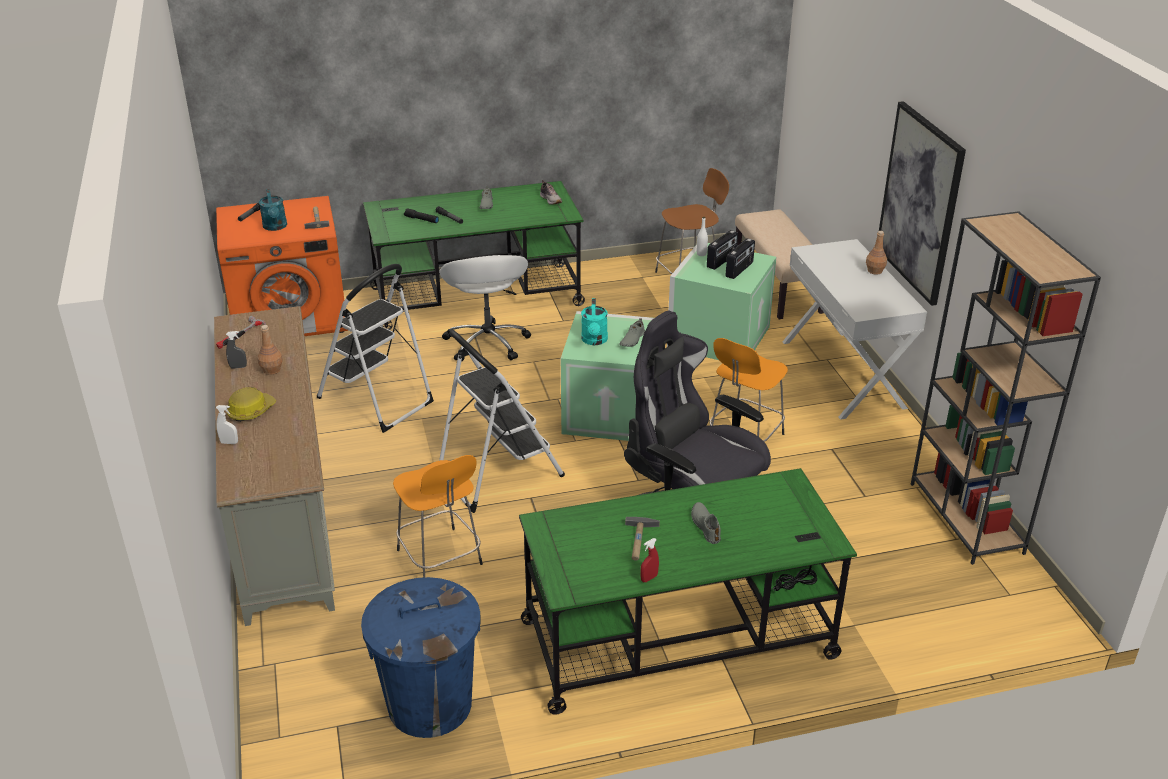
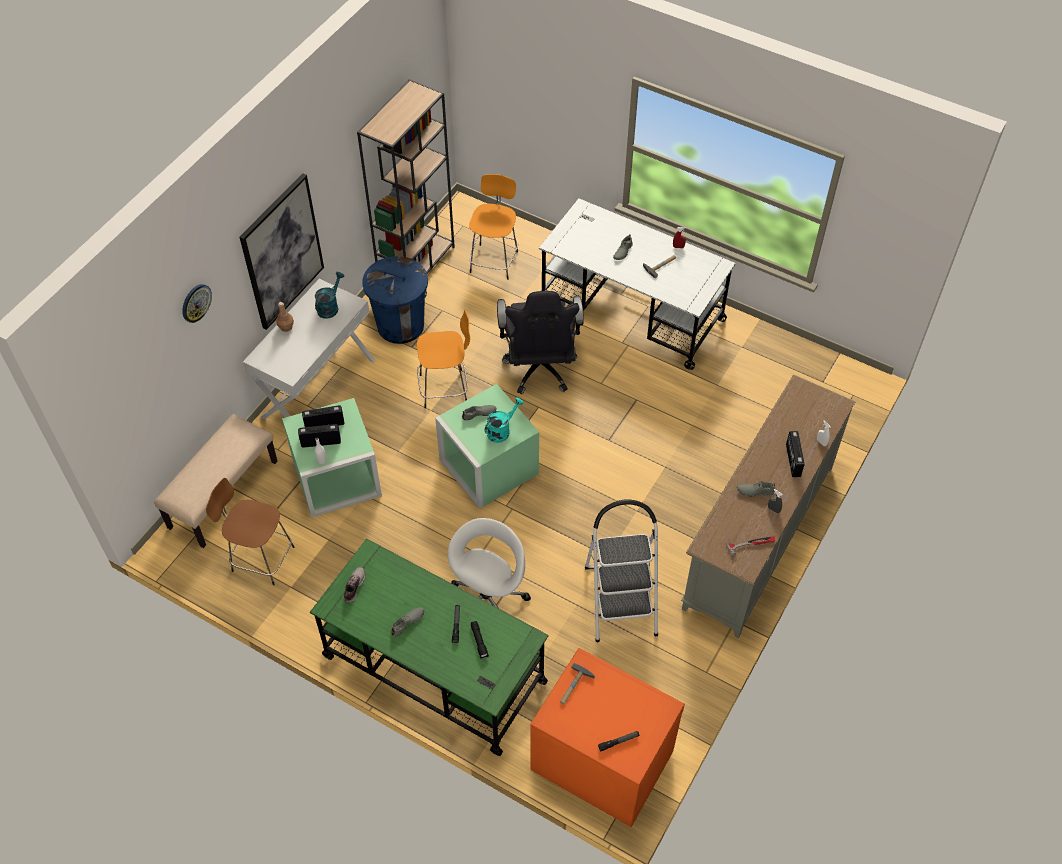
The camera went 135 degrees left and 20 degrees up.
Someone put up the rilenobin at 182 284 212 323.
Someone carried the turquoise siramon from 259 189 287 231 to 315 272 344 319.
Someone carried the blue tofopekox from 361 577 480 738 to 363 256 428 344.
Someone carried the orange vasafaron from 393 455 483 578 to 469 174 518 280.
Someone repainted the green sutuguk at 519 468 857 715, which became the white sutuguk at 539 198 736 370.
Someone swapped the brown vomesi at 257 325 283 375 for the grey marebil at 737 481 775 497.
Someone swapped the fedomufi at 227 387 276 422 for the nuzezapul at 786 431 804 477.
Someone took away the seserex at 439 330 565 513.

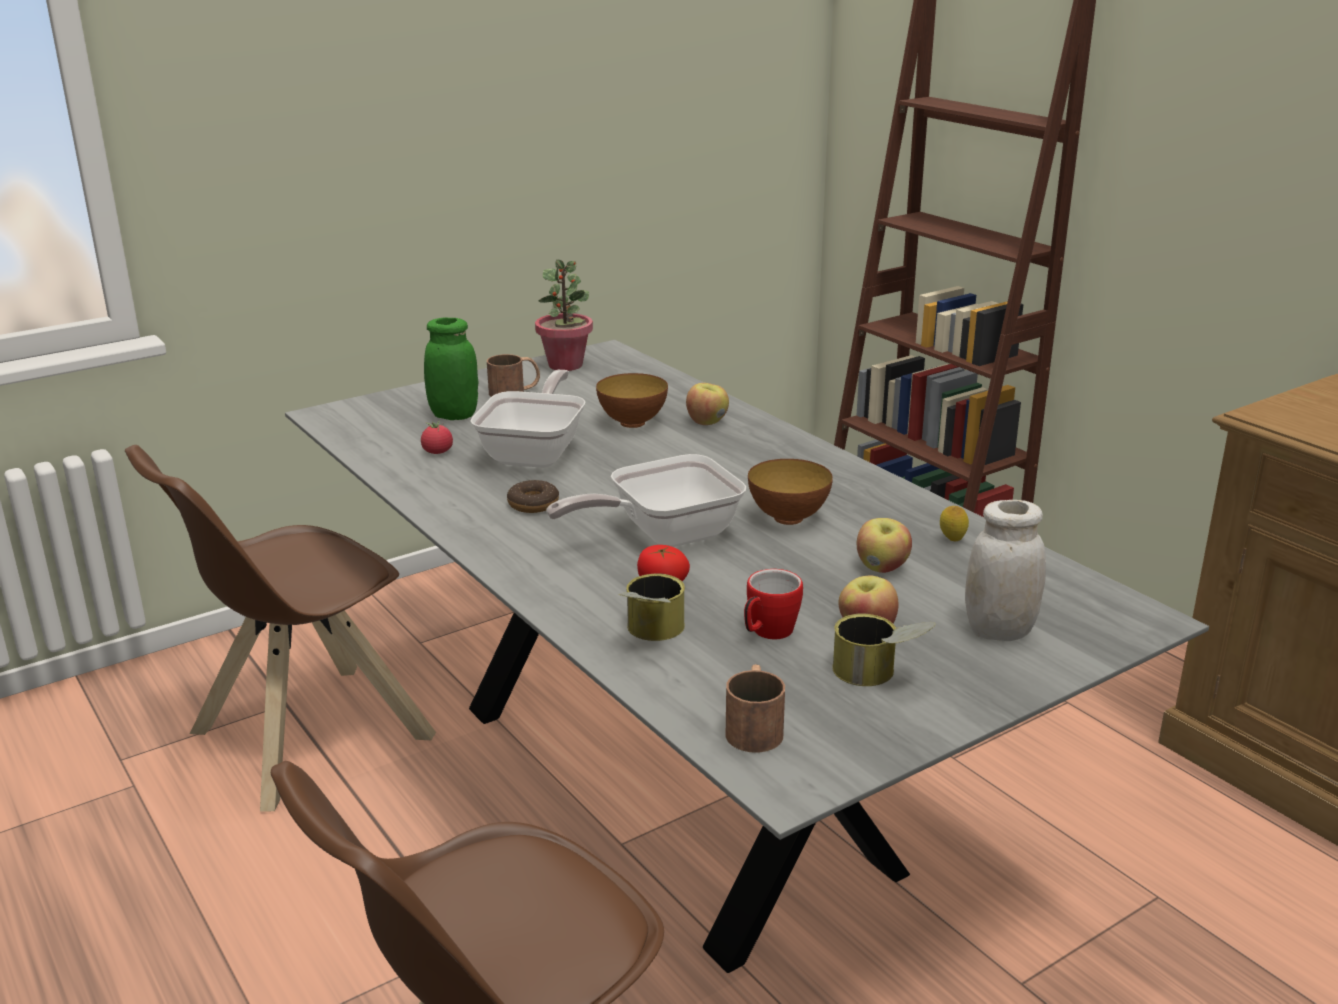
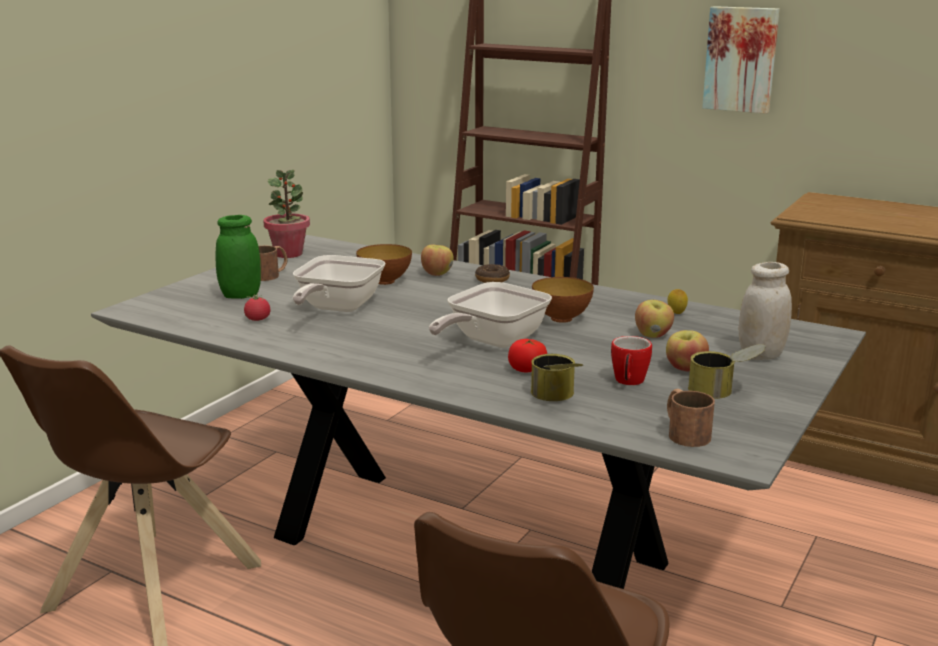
The camera went 25 degrees left and 5 degrees down.
Someone rotated the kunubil at 470 370 586 468 by 150 degrees counterclockwise.
Someone carried the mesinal from 507 480 559 513 to 475 264 510 283.
Someone put up the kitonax at 702 6 780 114.

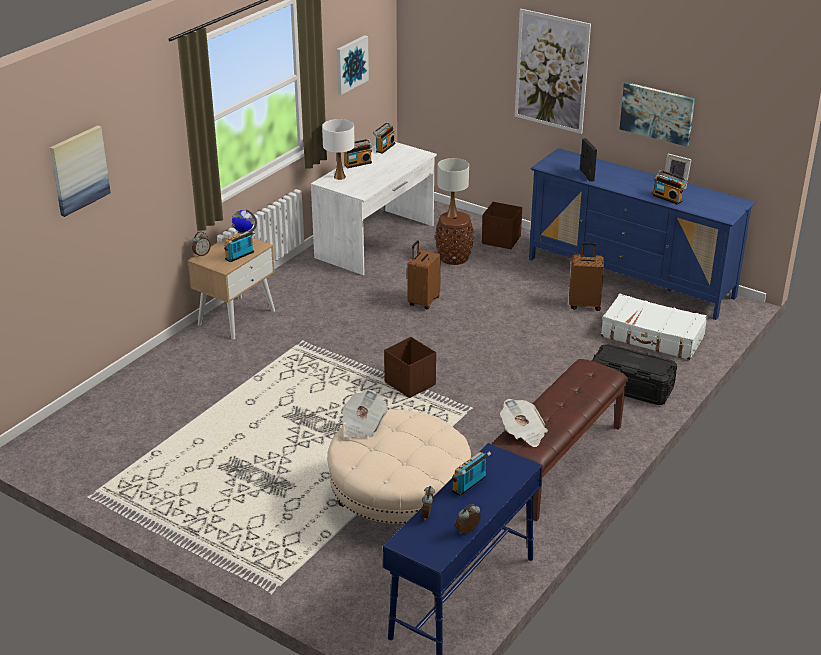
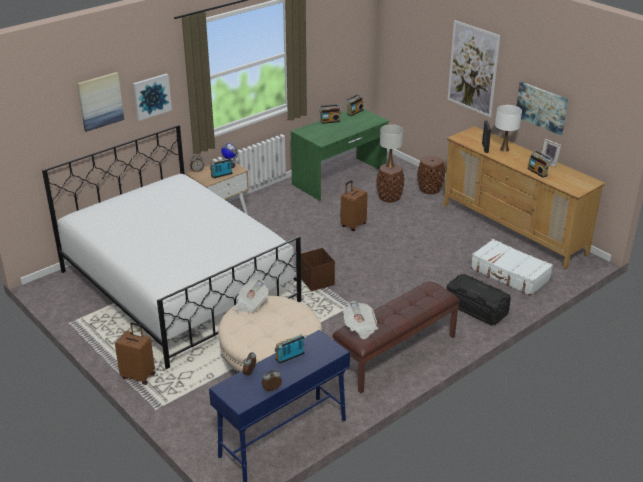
The camera went 15 degrees right and 0 degrees up.
Someone put down the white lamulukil at 42 125 301 369.
Someone carried the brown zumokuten from 569 242 604 311 to 115 322 155 385.
Someone carried the kitonax from 336 35 369 95 to 133 73 172 121.
Someone repainted the white sutuguk at 311 142 437 275, which became the green sutuguk at 291 109 390 201.
Someone swapped the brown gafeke at 482 202 522 249 for the brown vasafaron at 417 156 445 194.
Someone repainted the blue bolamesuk at 529 148 755 320, which became the brown bolamesuk at 443 126 605 269.
Someone carried the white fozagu from 322 119 355 180 to 495 105 522 152.

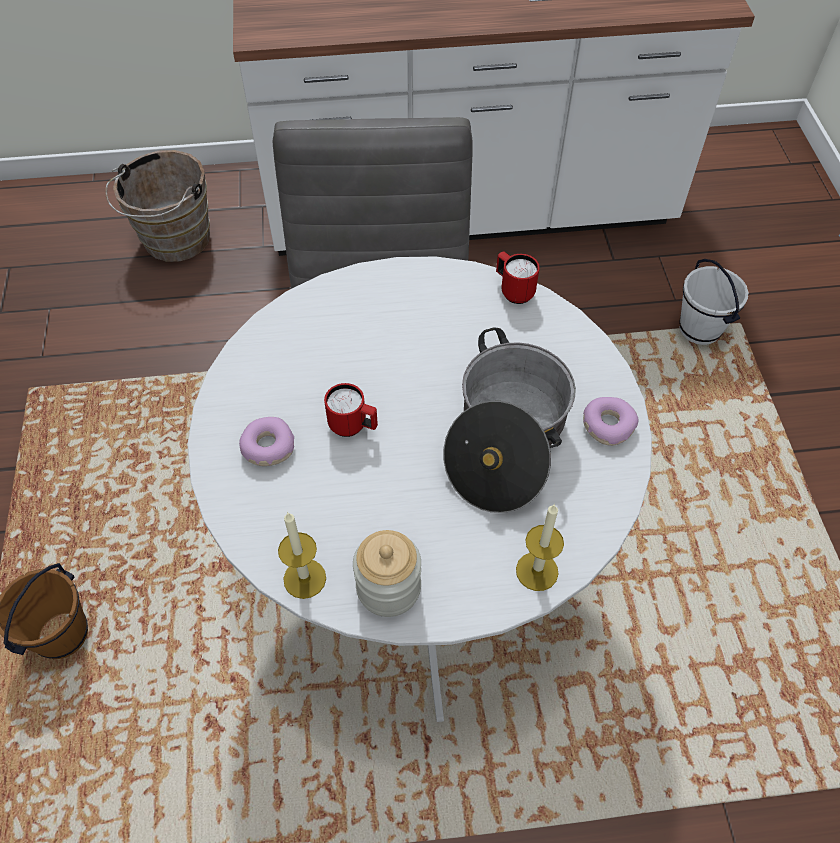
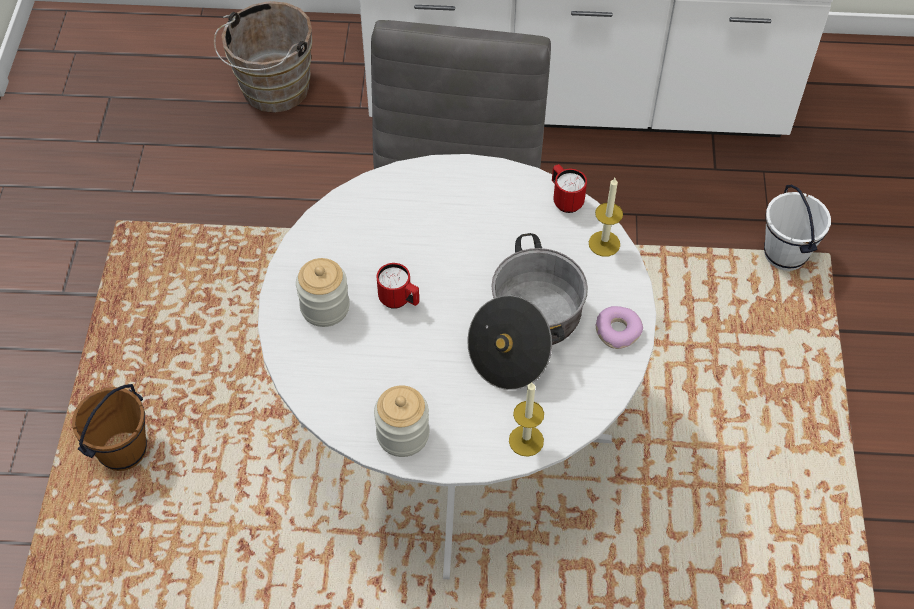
The camera went 10 degrees right and 0 degrees up.
Someone swapped the mesinal at 239 417 294 466 for the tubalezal at 296 258 350 327.
Someone carried the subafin from 278 512 326 599 to 589 178 623 256.

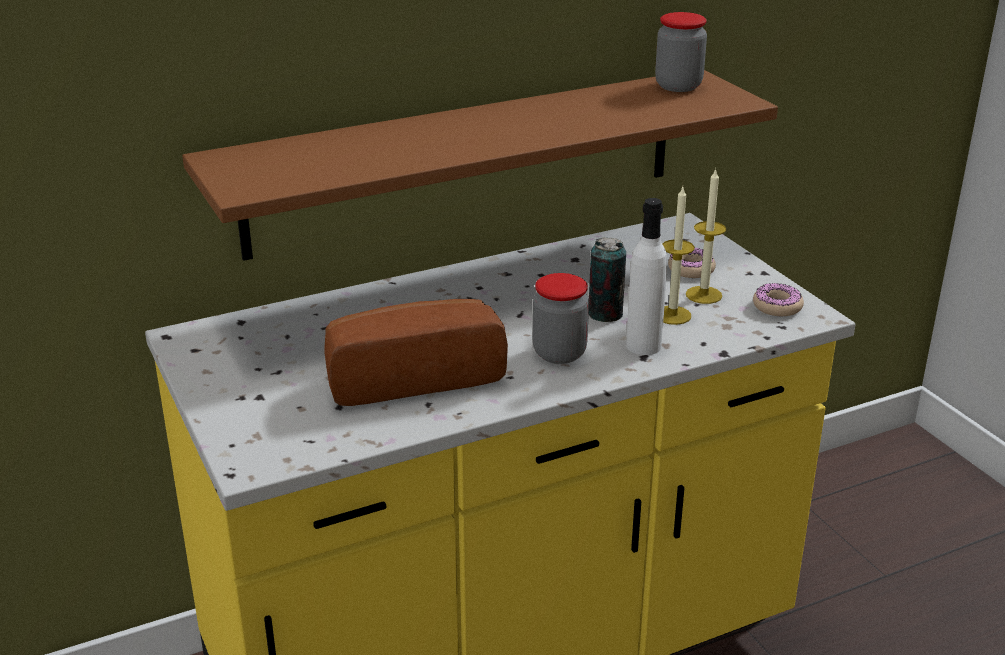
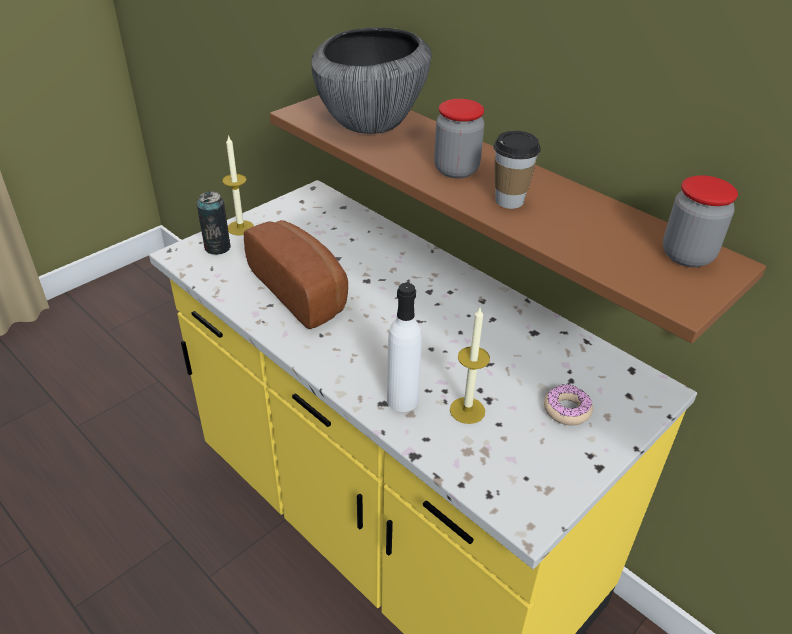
The camera went 70 degrees right and 10 degrees up.
Someone carried the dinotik from 589 237 626 322 to 197 191 231 255.
Someone carried the subafin from 686 168 726 304 to 222 135 254 236.
Someone put down the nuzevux at 311 27 432 134.
Someone carried the tubalezal from 533 273 589 364 to 434 99 485 178.
Someone put down the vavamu at 493 131 541 209.
Someone took away the mesinal at 753 283 804 316.

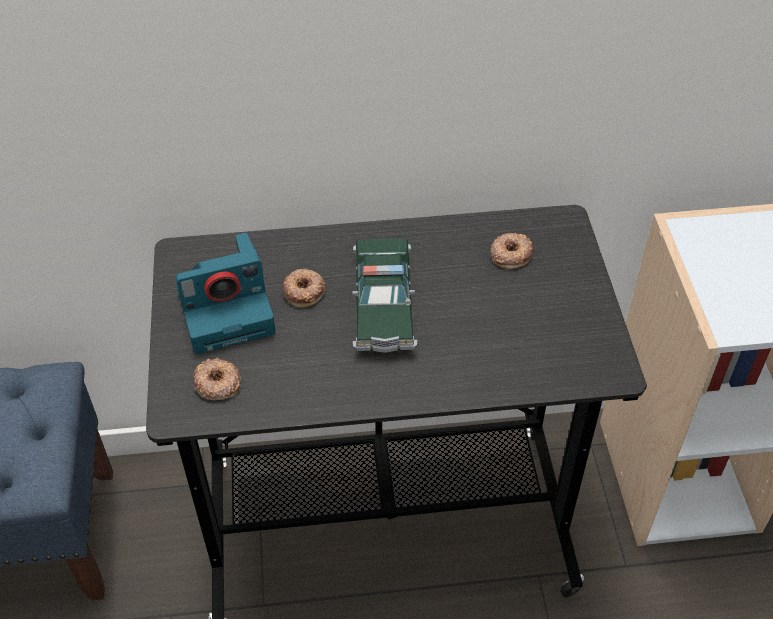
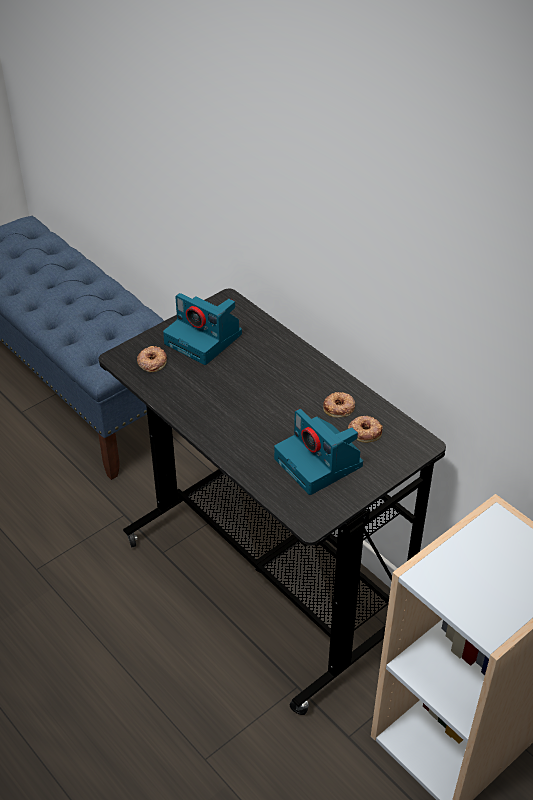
The camera went 55 degrees right and 5 degrees down.
Someone put down the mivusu at 274 409 363 495.
Someone carried the mesinal from 283 269 326 308 to 323 392 355 418.
Someone took away the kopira at 352 238 417 353.

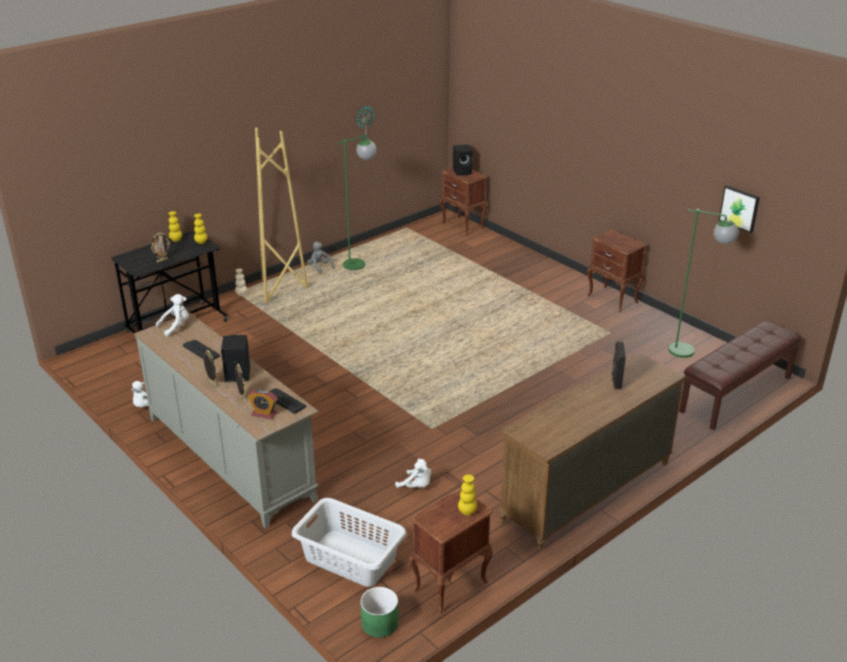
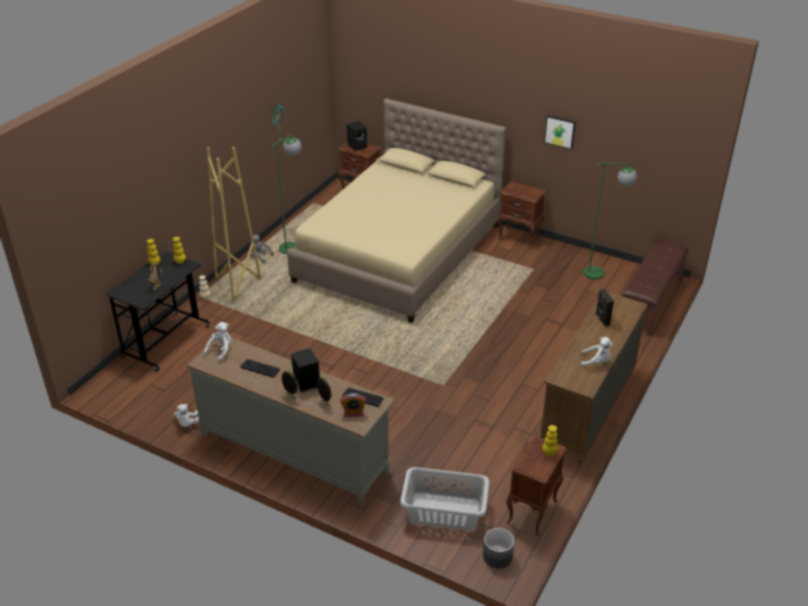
The camera went 20 degrees left and 5 degrees up.
Someone put down the beige lamulukil at 287 98 506 323.
Someone repainted the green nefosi at 360 587 398 638, which became the grey nefosi at 483 528 514 568.
Someone carried the kitonax from 719 185 760 233 to 544 115 576 150.
Someone carried the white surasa from 395 459 431 488 to 581 337 613 367.

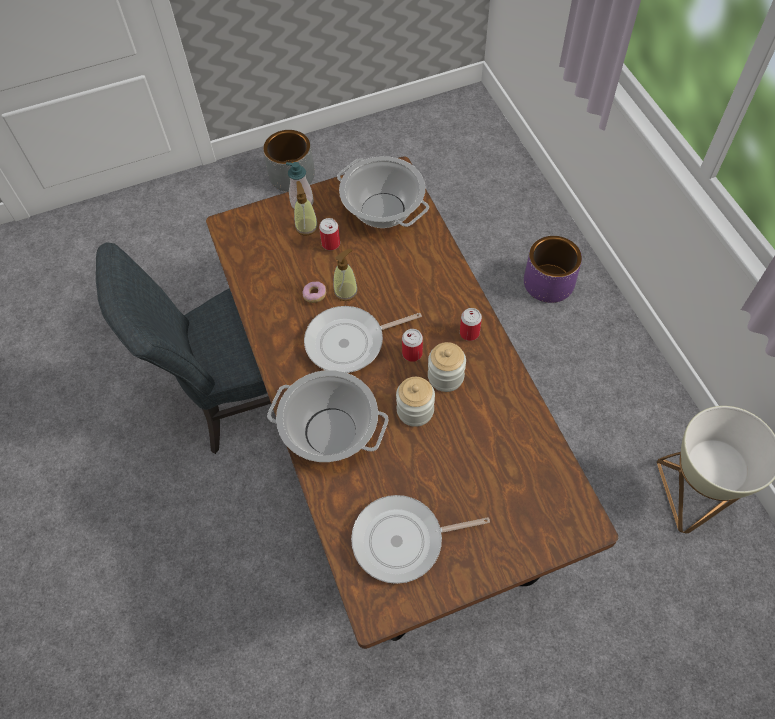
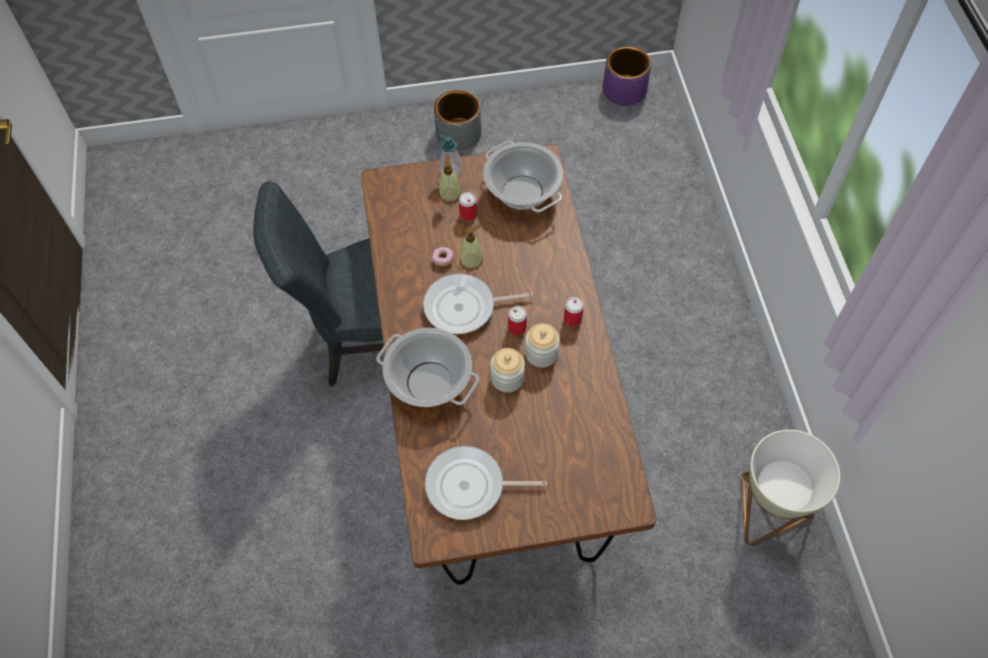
The camera went 10 degrees right and 0 degrees up.
Someone carried the purple nefosi from 524 236 582 303 to 603 46 651 106.

